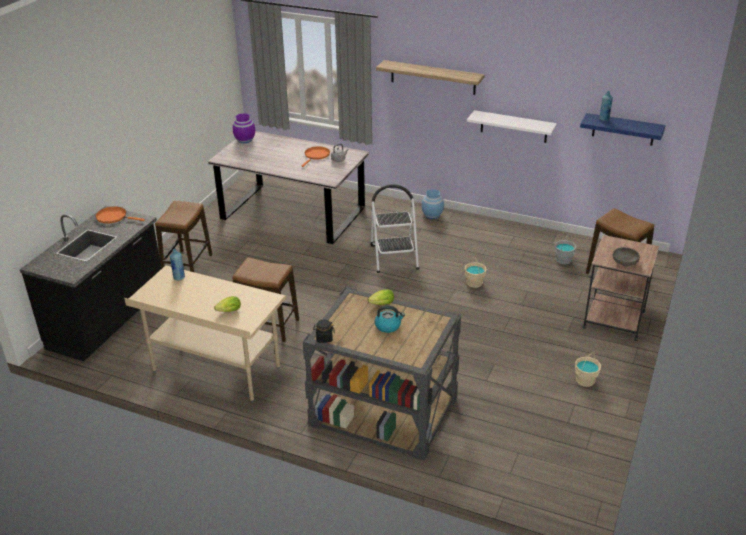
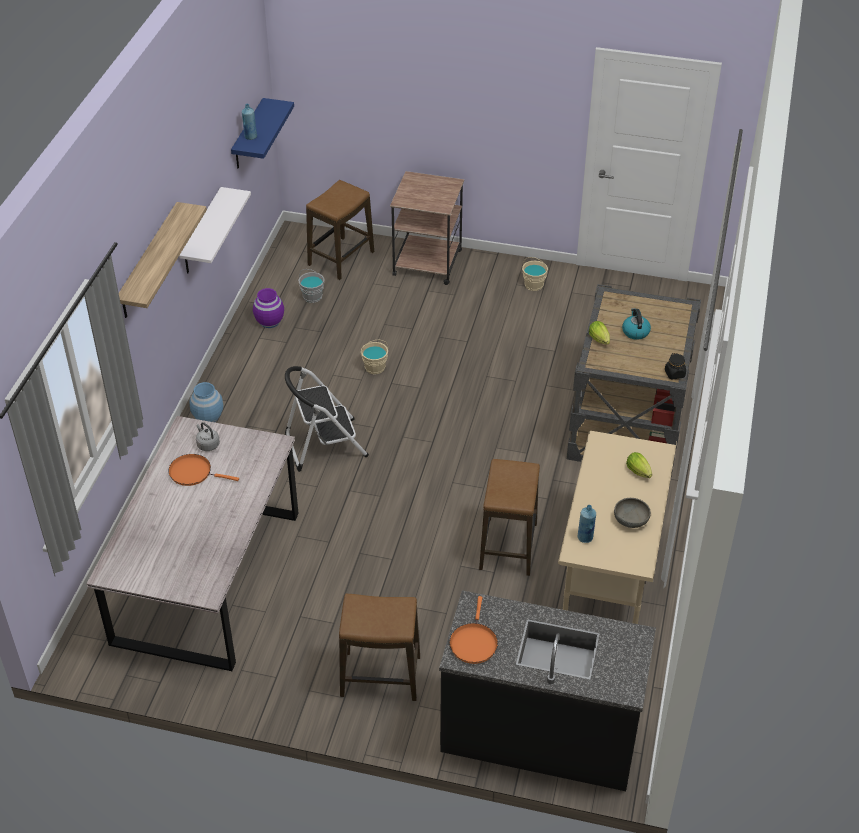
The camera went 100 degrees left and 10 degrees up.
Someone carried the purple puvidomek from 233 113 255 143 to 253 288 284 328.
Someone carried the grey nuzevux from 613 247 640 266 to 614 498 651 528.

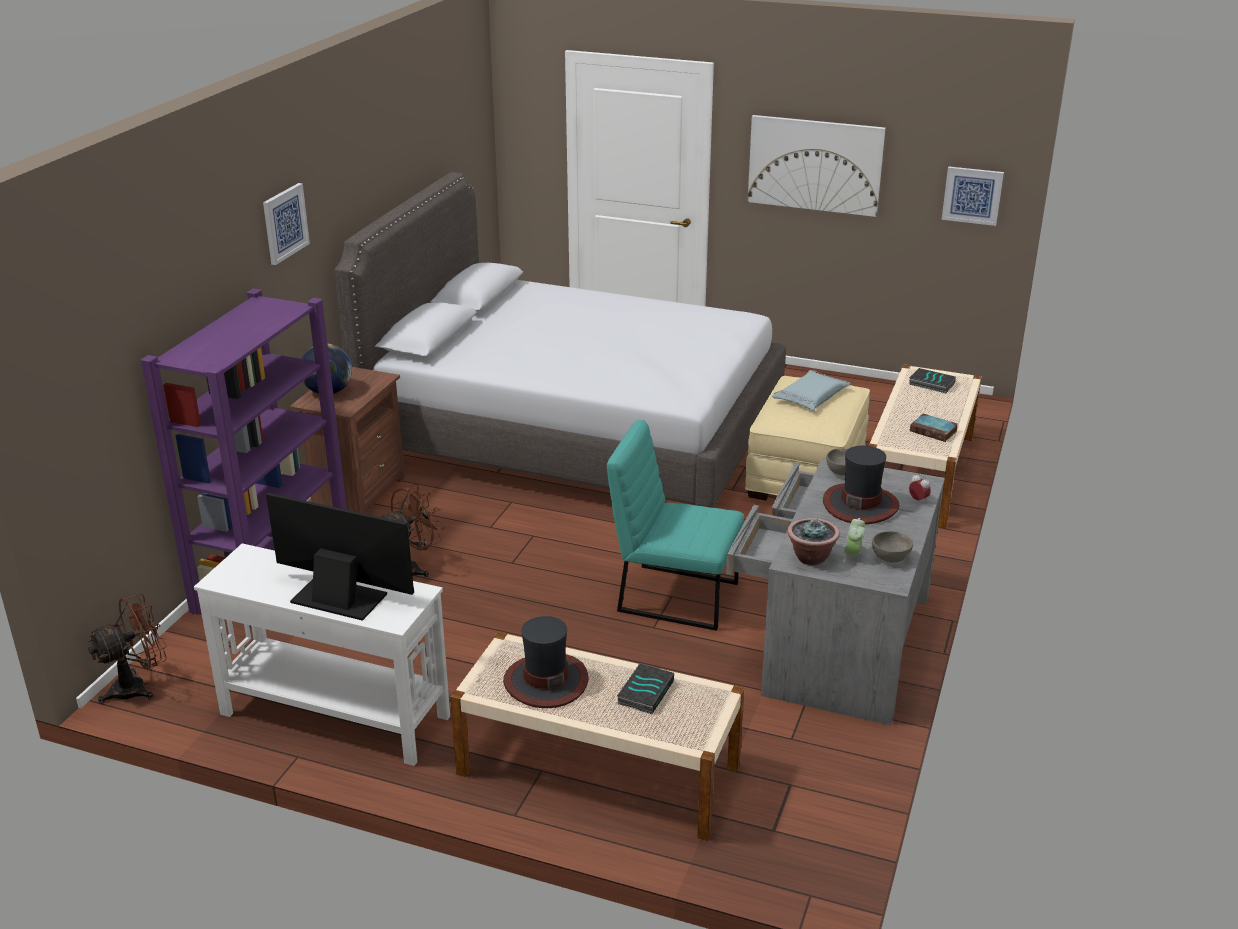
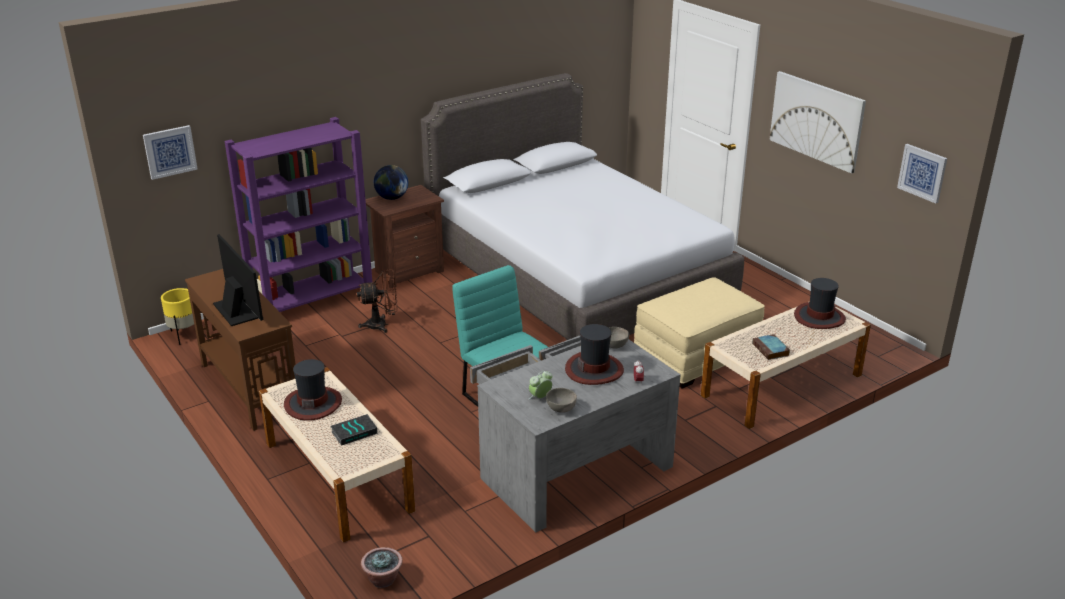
The camera went 35 degrees right and 0 degrees up.
Someone carried the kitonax from 263 183 310 265 to 143 125 198 180.
Someone swapped the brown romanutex at 87 594 167 704 for the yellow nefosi at 161 288 194 345.
Someone repainted the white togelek at 194 543 450 766, which became the brown togelek at 185 269 296 431.
Someone carried the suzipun from 787 518 840 565 to 361 547 403 588.
Someone swapped the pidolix at 909 368 956 393 for the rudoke at 794 278 846 329.
Someone took away the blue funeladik at 772 370 851 411.

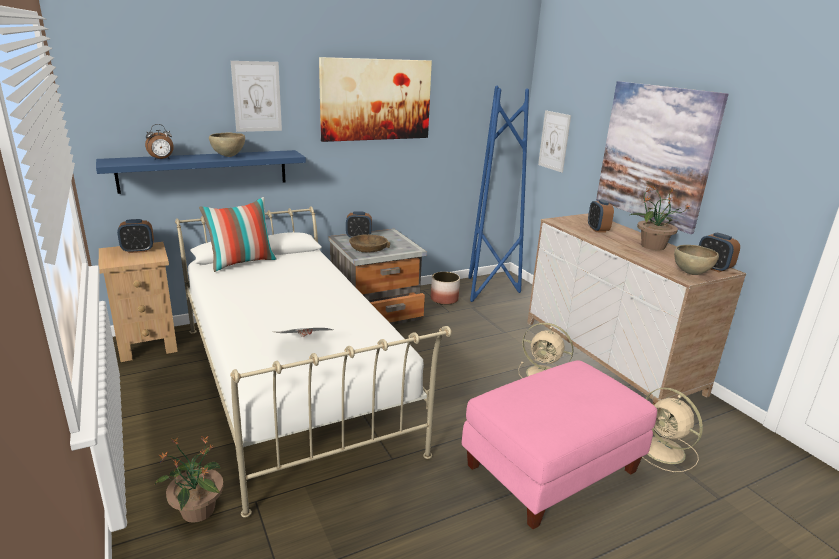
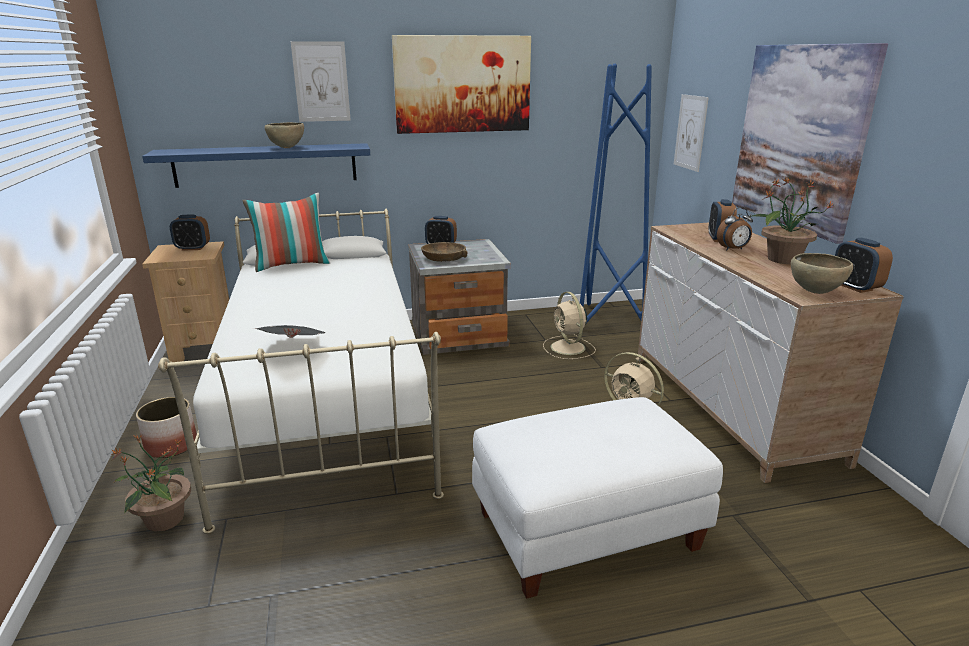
The camera went 15 degrees right and 0 degrees up.
Someone carried the nefosi from 431 272 460 305 to 136 397 197 458.
Someone repainted the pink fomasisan at 462 360 657 529, which became the white fomasisan at 472 397 723 599.
Someone carried the beige romanutex from 642 387 703 472 to 543 292 596 359.
Someone carried the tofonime from 145 124 174 160 to 717 207 753 250.

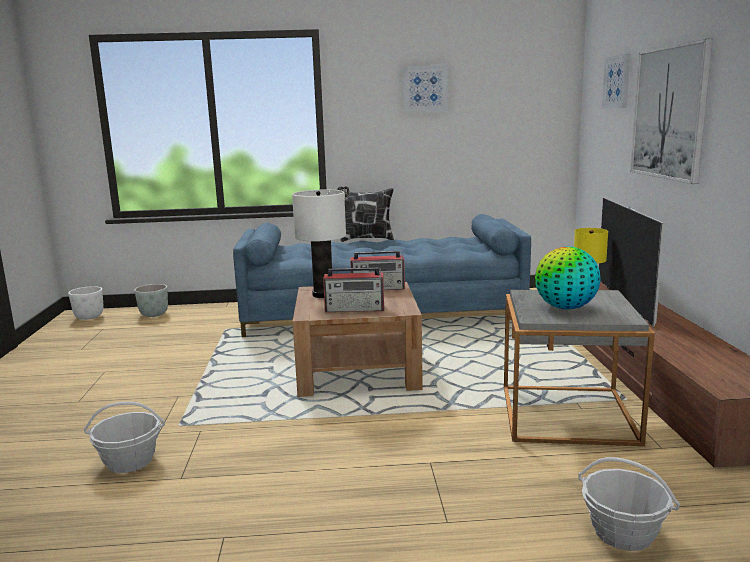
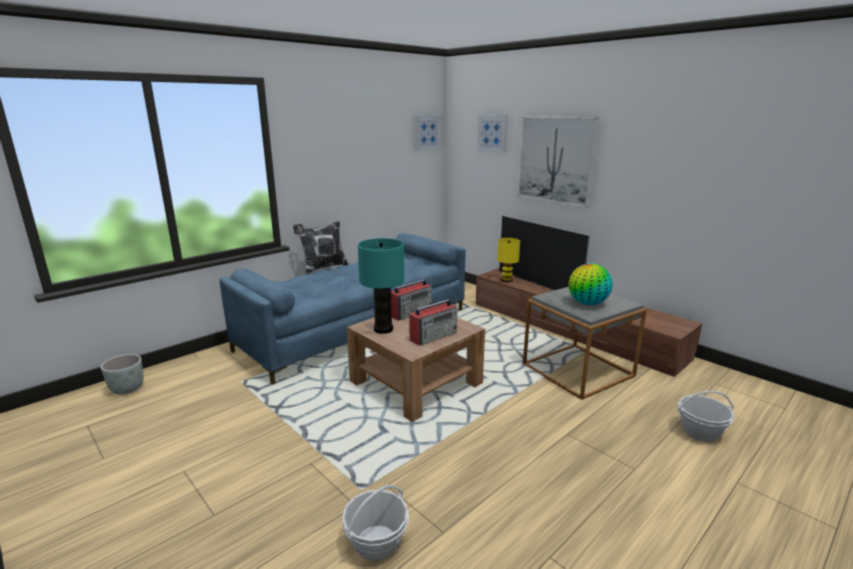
The camera went 40 degrees left and 5 degrees up.
Someone repainted the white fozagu at 292 190 346 298, which became the turquoise fozagu at 358 238 404 334.
Someone carried the kitonax from 403 65 448 113 to 415 115 441 151.
Someone took away the white nefosi at 68 286 104 320.

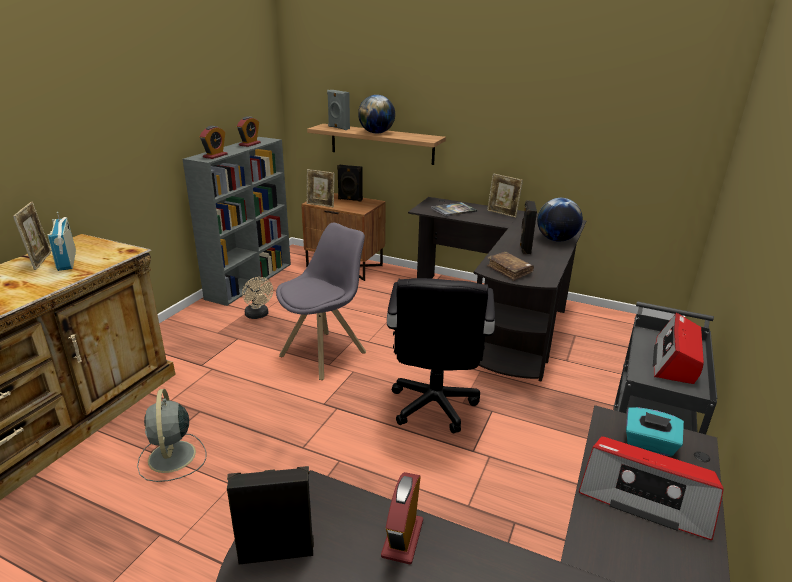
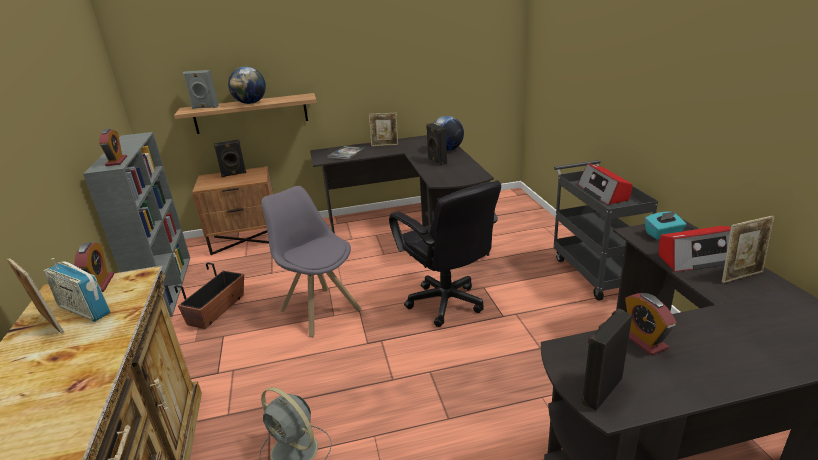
The camera went 35 degrees left and 0 degrees up.
Someone carried the tofonime from 237 116 261 147 to 74 242 114 292.
Someone swapped the beige romanutex at 242 277 273 319 for the nefosi at 174 263 244 329.
Someone rotated the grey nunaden at 276 223 366 380 by 45 degrees counterclockwise.
Someone carried the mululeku from 307 169 335 207 to 722 216 774 283.
Someone took away the brown pidolix at 487 252 534 281.

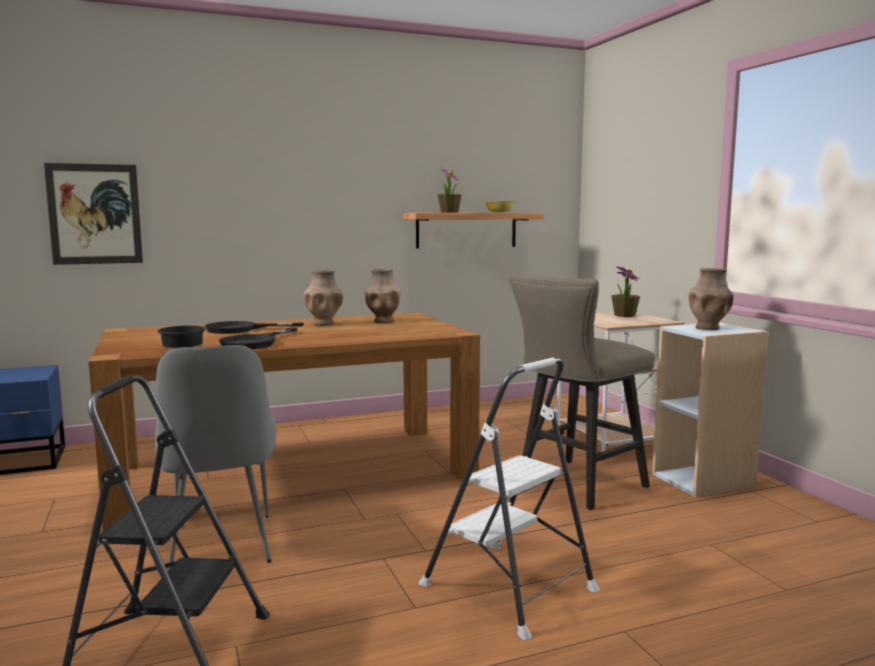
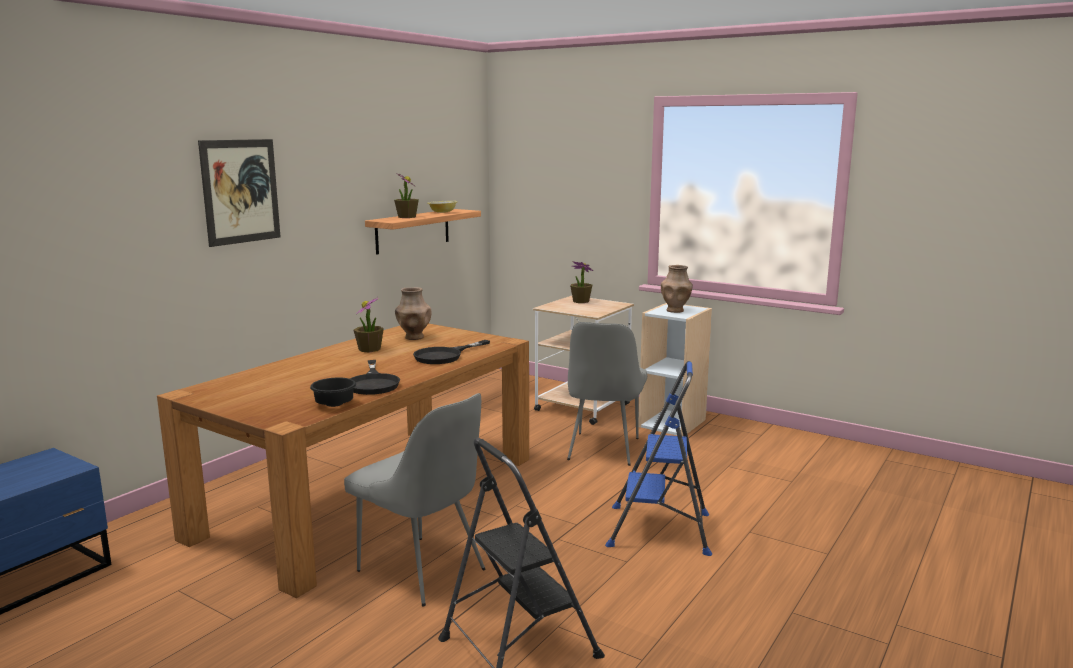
The camera went 35 degrees left and 5 degrees up.
Someone carried the kitonax from 44 163 143 265 to 198 139 281 247.
Someone swapped the brown puvidomek at 304 270 343 326 for the suzipun at 354 298 384 352.
Someone carried the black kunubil from 205 321 304 334 to 413 340 490 364.
Someone swapped the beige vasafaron at 509 273 655 510 for the grey nunaden at 567 322 647 466.
Someone repainted the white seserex at 419 358 599 640, which became the blue seserex at 605 361 712 556.

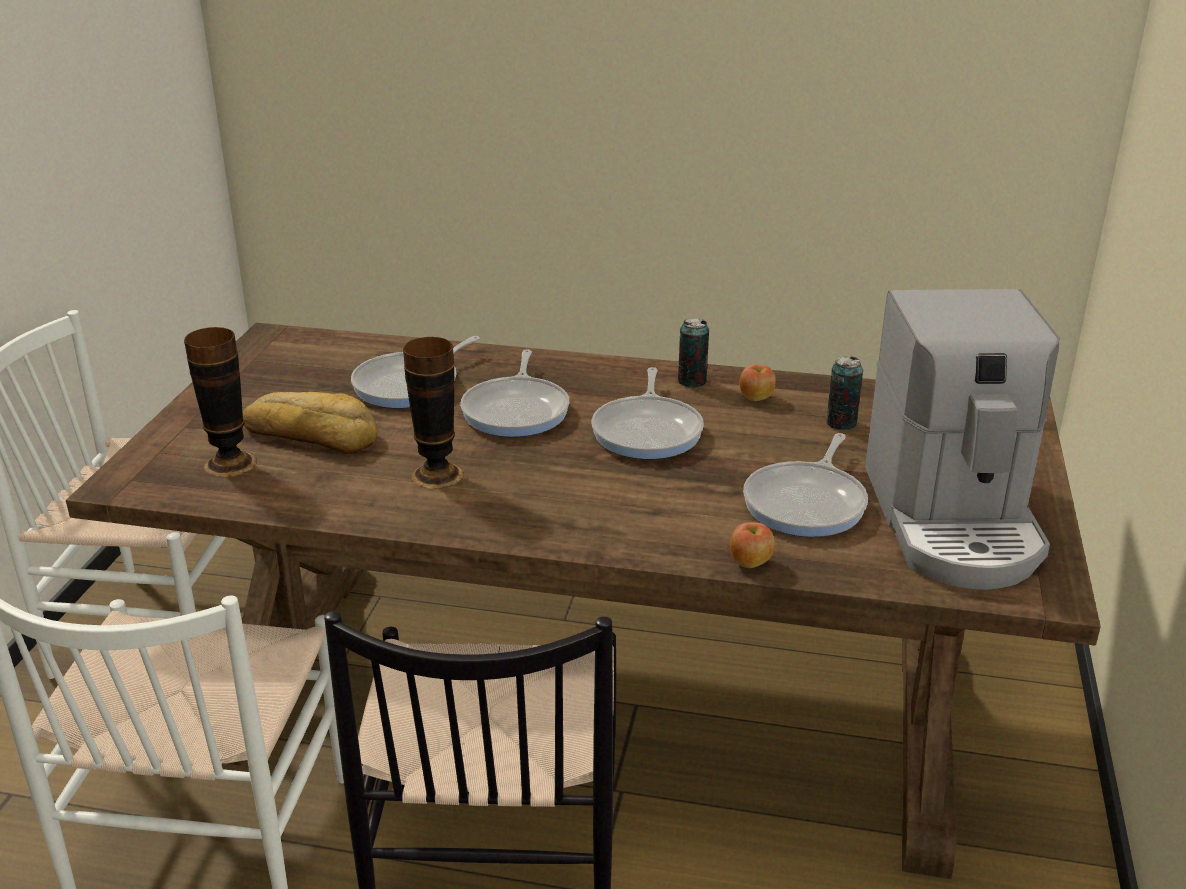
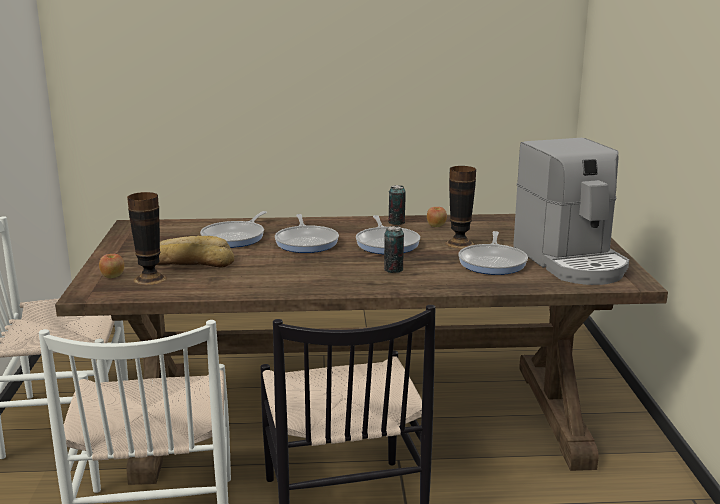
The camera went 15 degrees left and 10 degrees down.
Someone carried the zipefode from 730 522 775 568 to 99 254 124 278.
Someone carried the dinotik from 826 356 863 430 to 384 226 404 273.
Someone carried the puvidomek from 403 337 464 489 to 445 166 476 248.

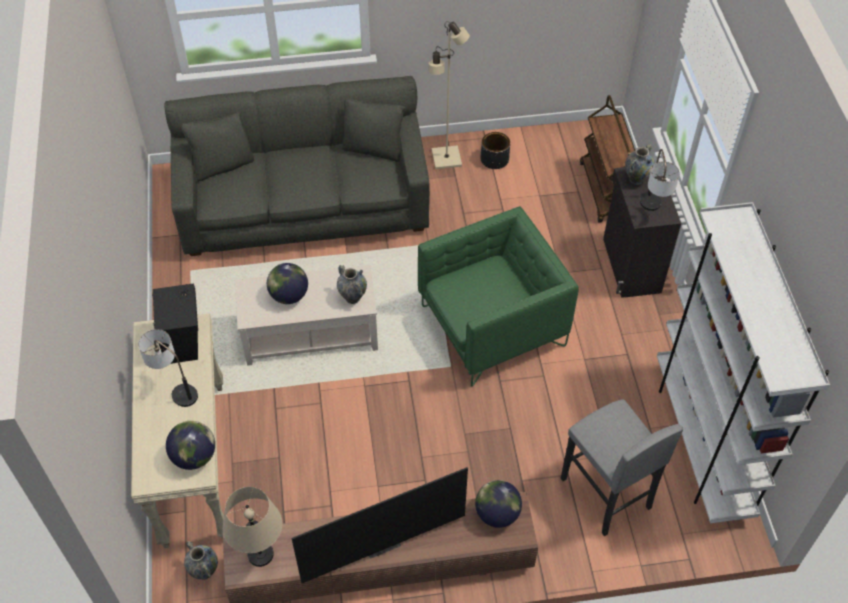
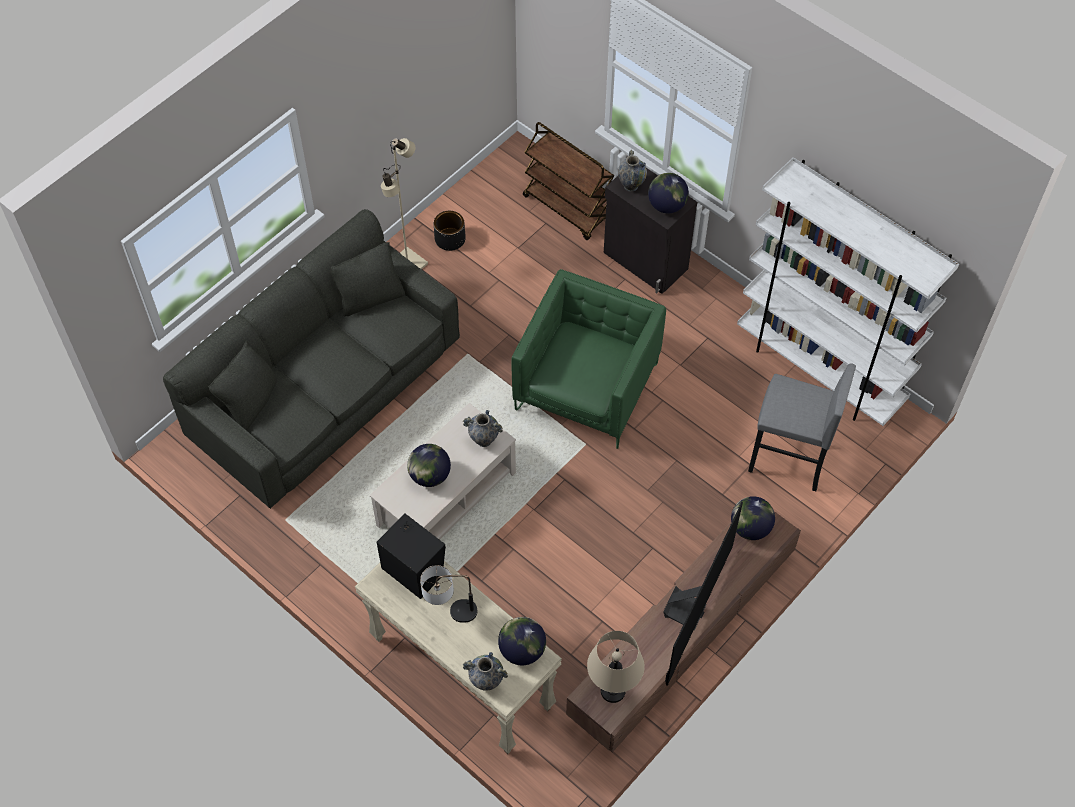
The camera went 40 degrees left and 5 degrees up.
Someone carried the puvidomek from 184 541 218 580 to 463 652 508 691.
Someone swapped the fozagu at 640 149 680 211 for the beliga at 648 173 689 213.

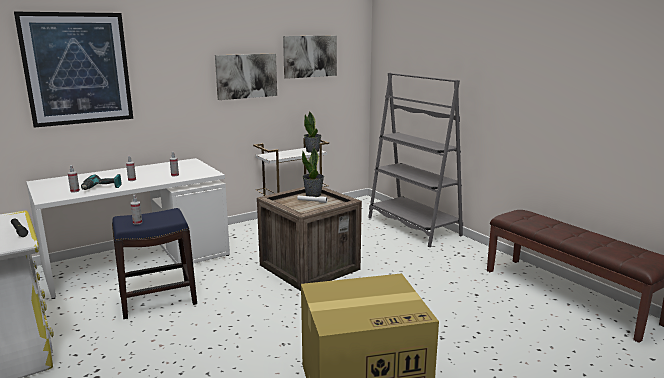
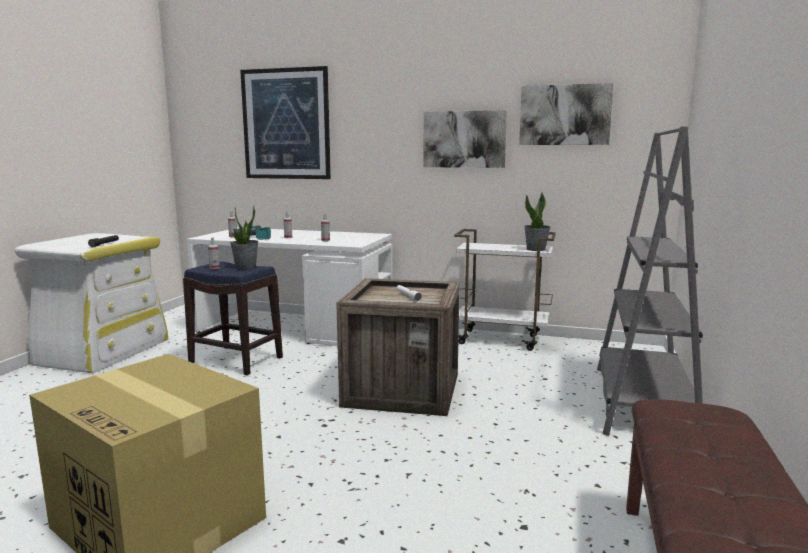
The camera went 50 degrees right and 5 degrees down.
Someone carried the suzipun from 302 147 324 197 to 230 206 259 269.

